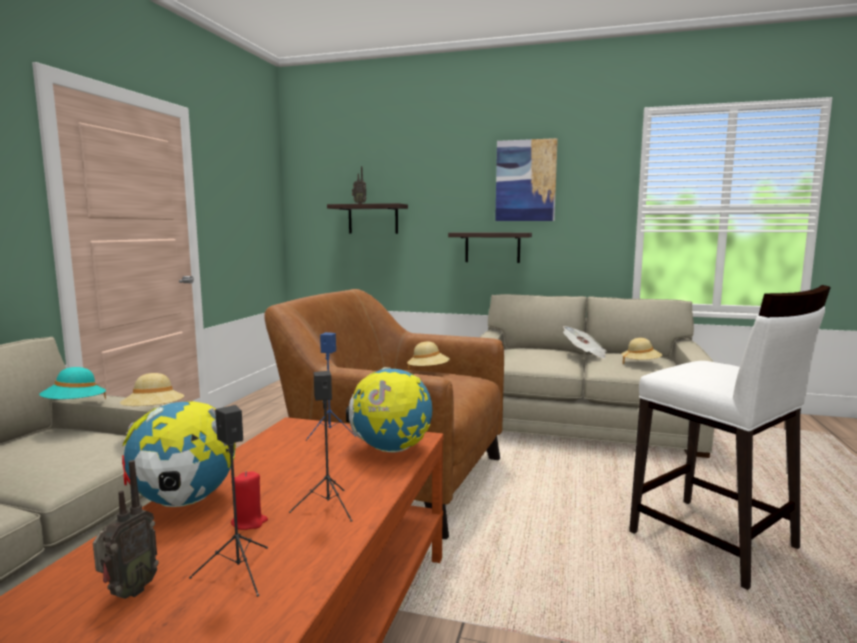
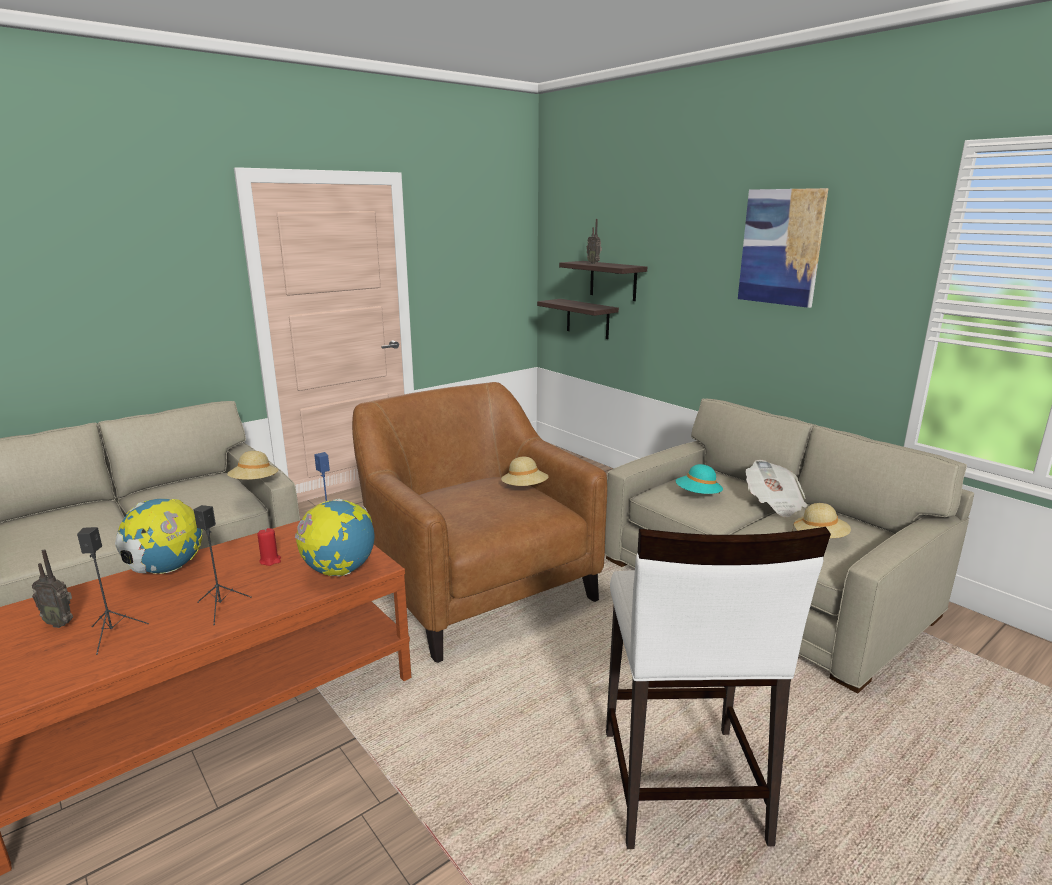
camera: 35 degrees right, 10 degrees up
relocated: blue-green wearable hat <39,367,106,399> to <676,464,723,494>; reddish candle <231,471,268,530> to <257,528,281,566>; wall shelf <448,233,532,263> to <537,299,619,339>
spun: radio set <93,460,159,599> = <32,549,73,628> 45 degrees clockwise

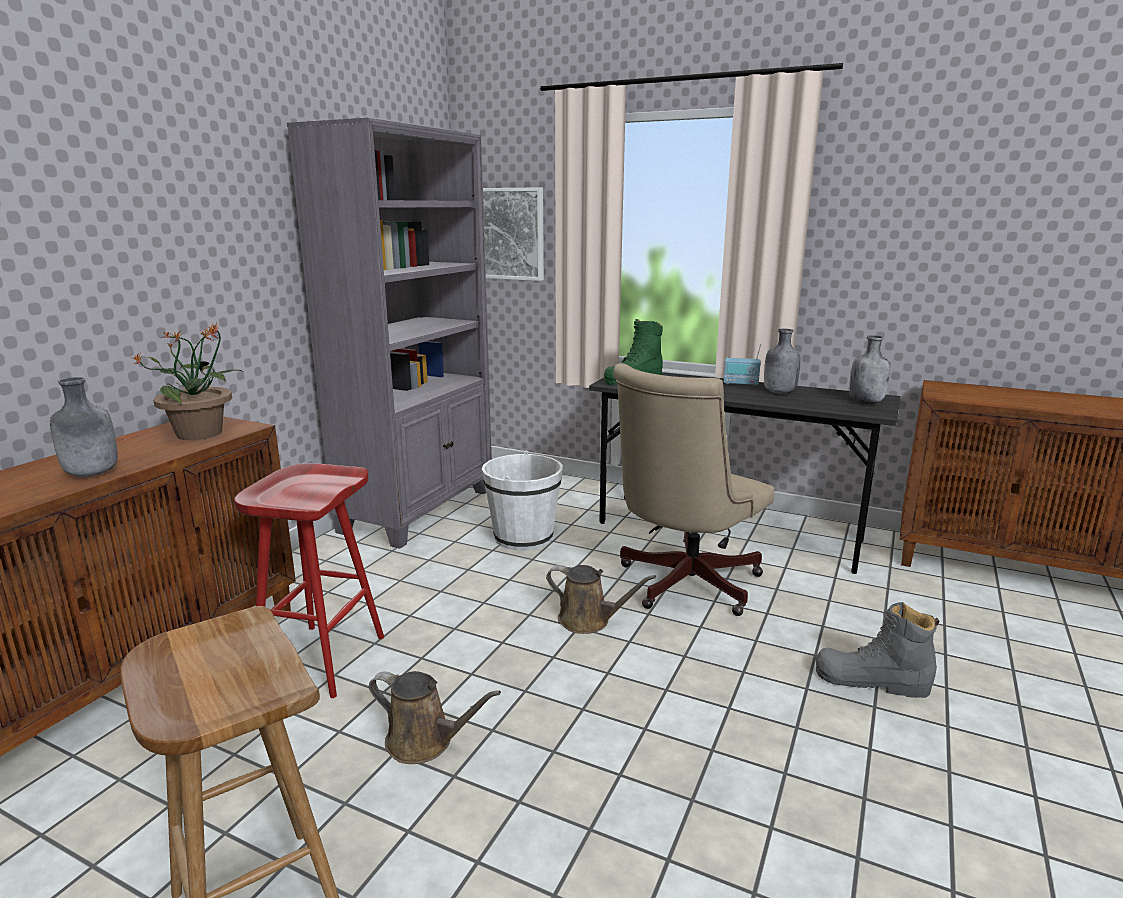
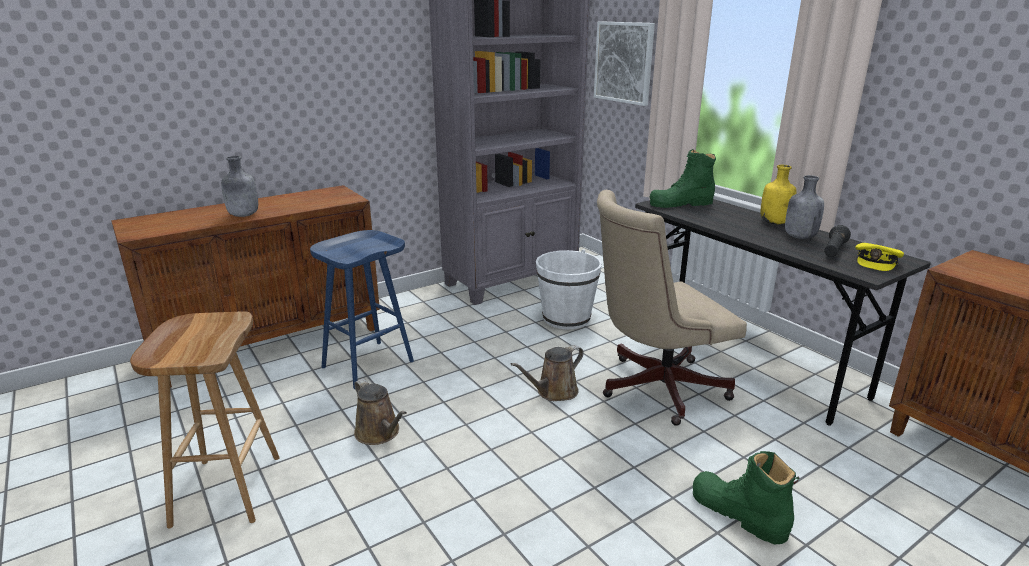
camera: 30 degrees right, 5 degrees up
missing: houseplant <130,323,241,440>
appeared: black-coloured torch <824,225,851,257>
exchanged: radio set <724,344,761,386> to yellowish bottle <761,165,797,224>; greyish bottle <849,335,890,404> to yellowish cap <855,243,904,271>
colour: reddish sitting stool <234,463,384,698> to blue sitting stool <310,230,414,389>; greyish tall boot <816,602,940,698> to green tall boot <693,451,799,544>
spun: brownish watering can <546,565,656,634> = <511,345,584,401> 90 degrees clockwise

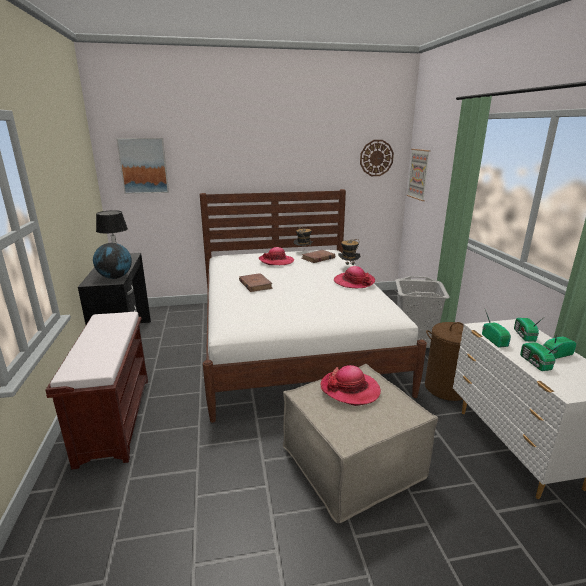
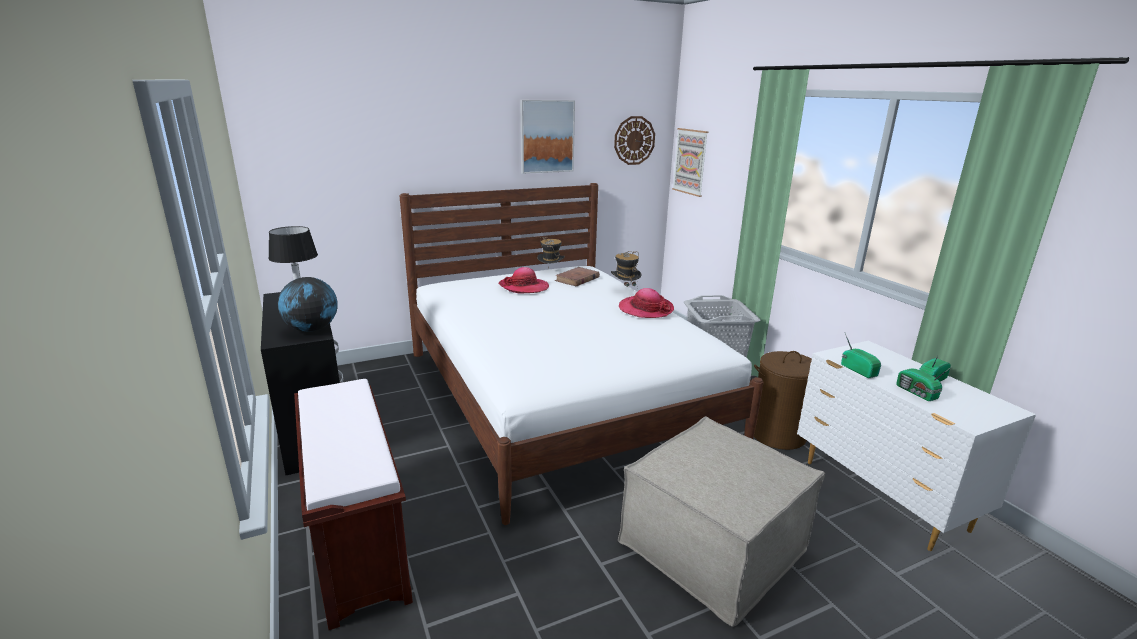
camera: 15 degrees left, 0 degrees up
missing: brownish volume <239,273,273,292>; wearable hat <321,365,381,406>; radio set <514,318,543,342>
relocated: wall picture <116,138,169,194> to <520,100,575,174>

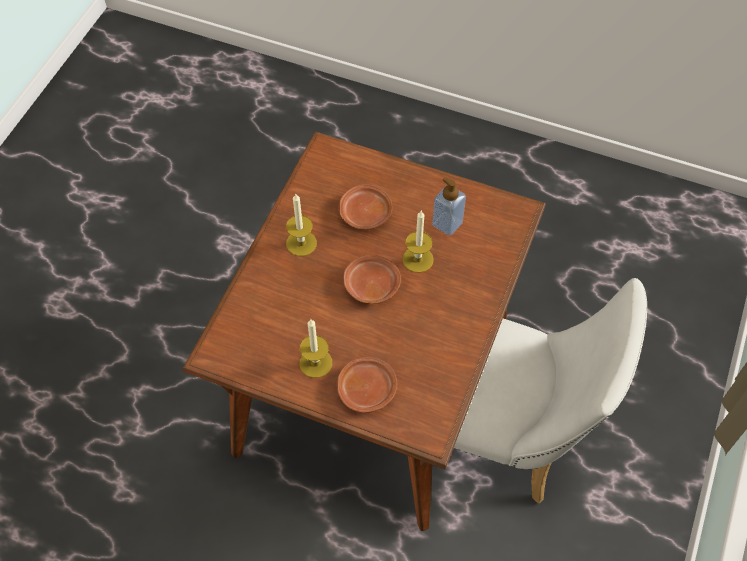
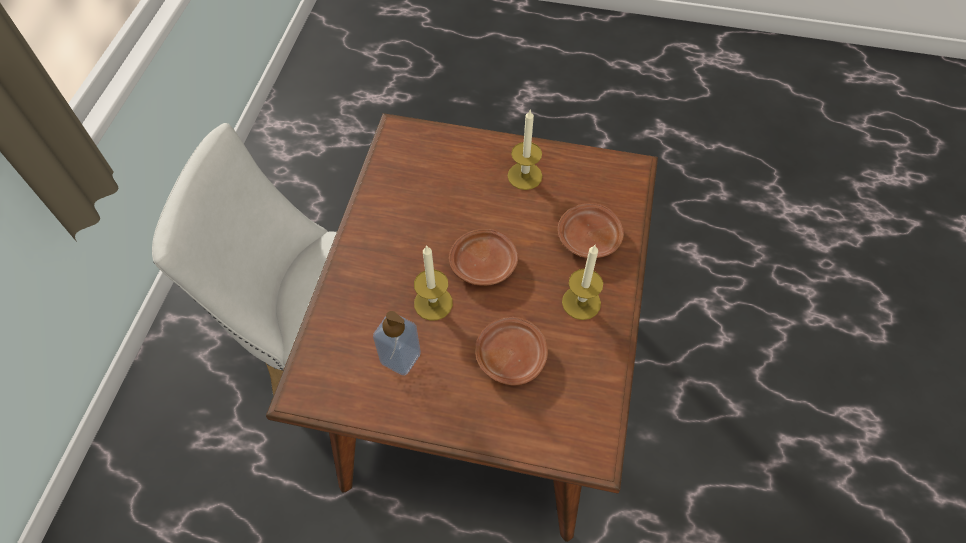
camera: 170 degrees right, 0 degrees up
relocated: brownish flat dish <337,357,397,413> to <558,203,624,258>

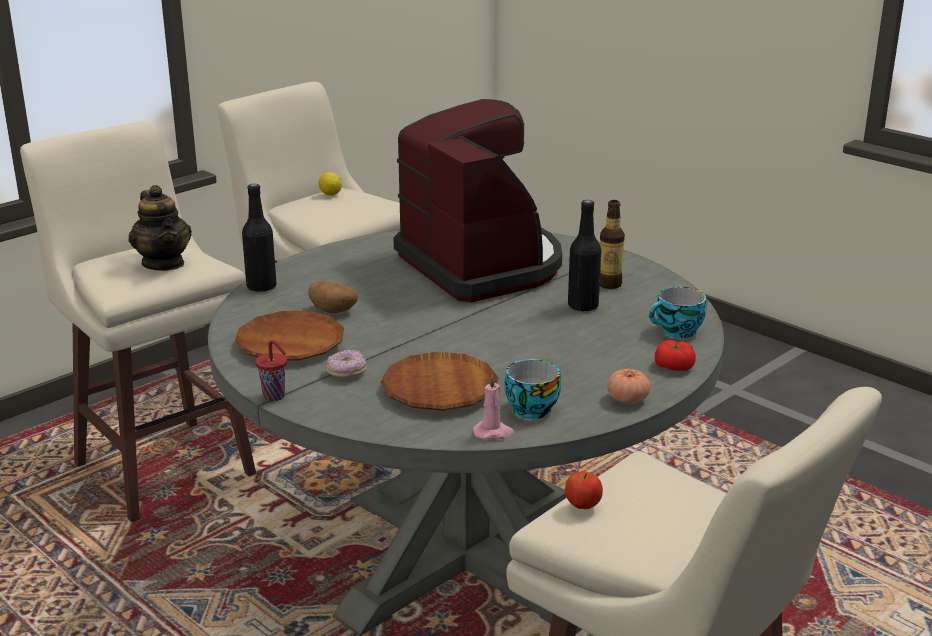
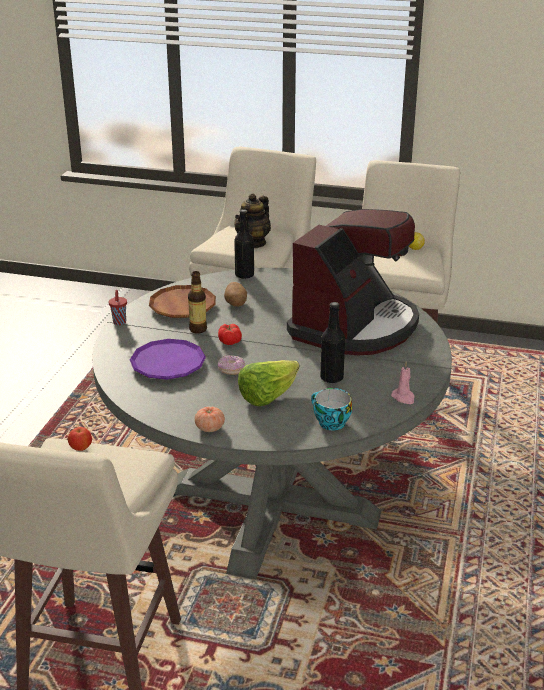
camera: 60 degrees right, 5 degrees up
missing: cup <505,359,561,419>
appeared: lettuce <238,360,299,406>
relocated: donut <326,349,366,378> to <218,355,245,375>; pink candle <473,374,514,439> to <391,361,415,404>; bottle <600,200,625,289> to <188,271,207,334>; fresh tomato <655,340,696,371> to <218,324,242,345>
colour: brownish flat dish <381,352,499,411> to purplish flat dish <130,339,206,380>

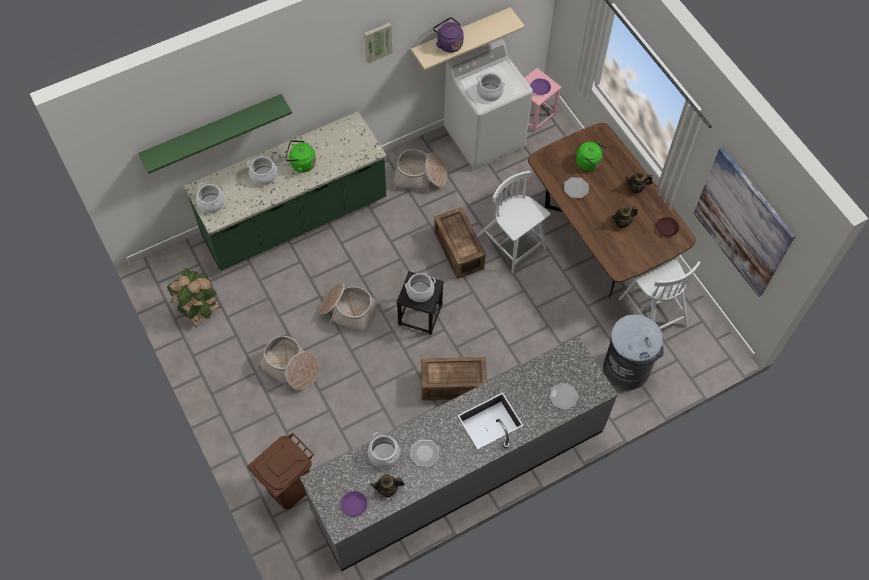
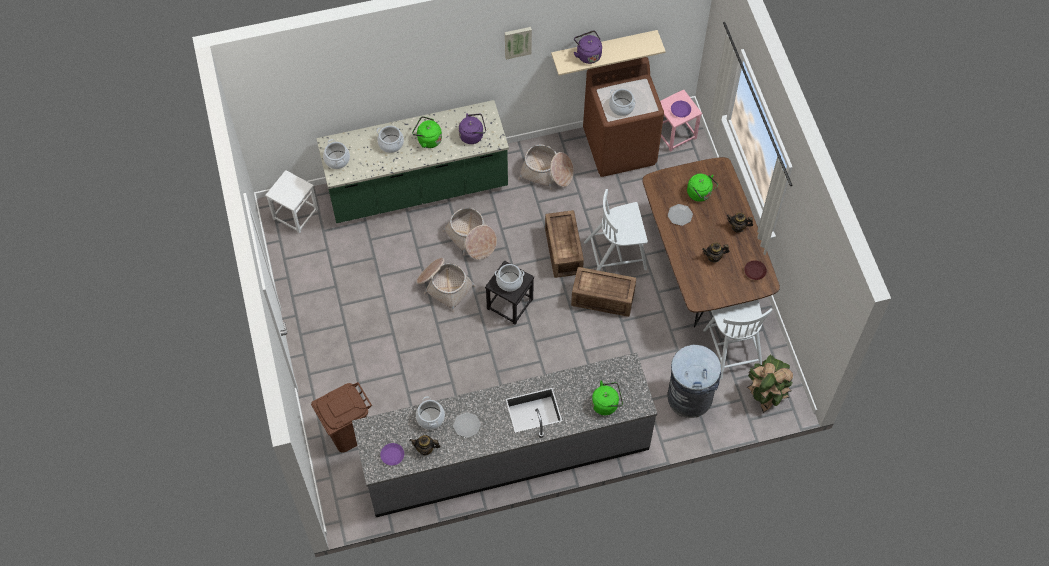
camera: 15 degrees right, 0 degrees up
missing: green wall shelf <138,94,292,174>; wall picture <694,147,796,297>
appeared: white sitting stool <265,170,318,233>; purplish water kettle <459,113,486,144>
relocated: houseplant <167,268,221,327> to <747,355,793,413>; basket <257,336,319,391> to <442,207,497,260>; crate <421,357,487,400> to <571,267,636,317>
exchanged: flat dish <549,383,579,410> to green water kettle <592,381,623,415>
colour: white laundry machine <444,39,533,170> to brownish laundry machine <583,57,664,177>
spun: white upright chair <477,171,550,273> = <584,189,648,271> 75 degrees counterclockwise

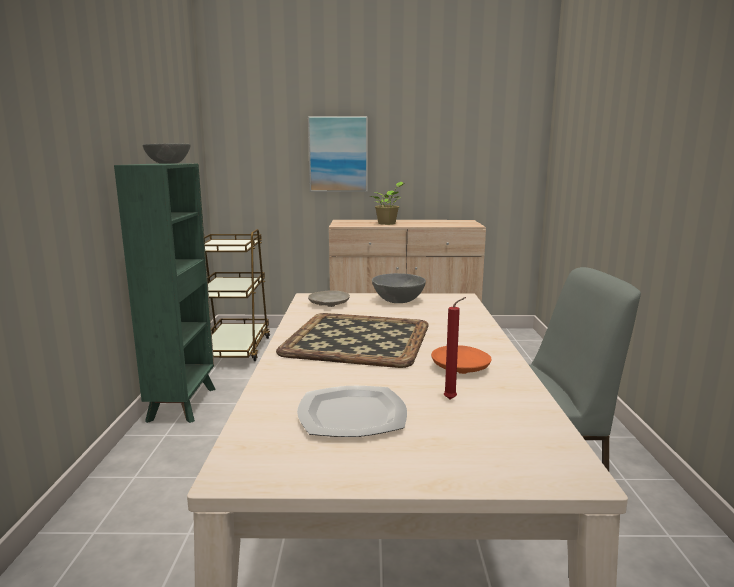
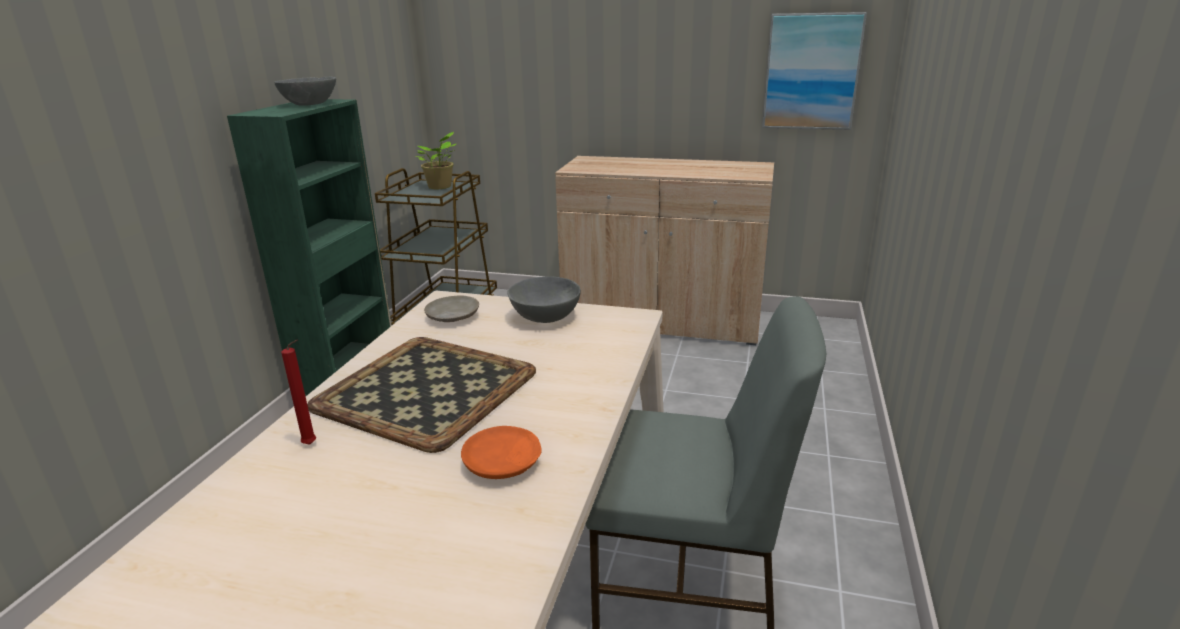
camera: 15 degrees right, 10 degrees up
missing: flat dish <297,386,407,437>
relocated: wall picture <308,116,368,192> to <762,12,867,130>; houseplant <371,182,404,225> to <416,132,456,189>; reddish candle <444,297,466,399> to <281,340,316,445>

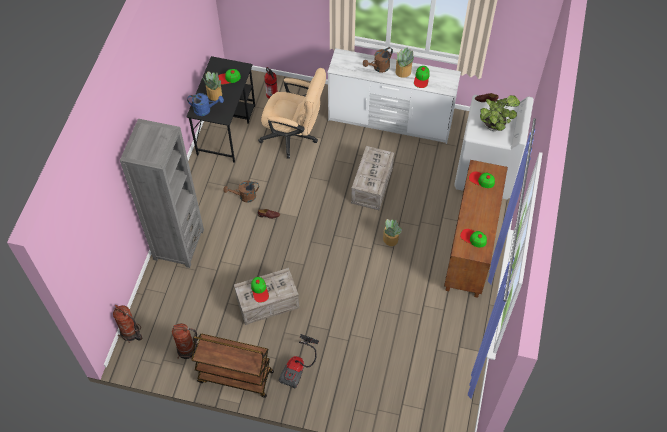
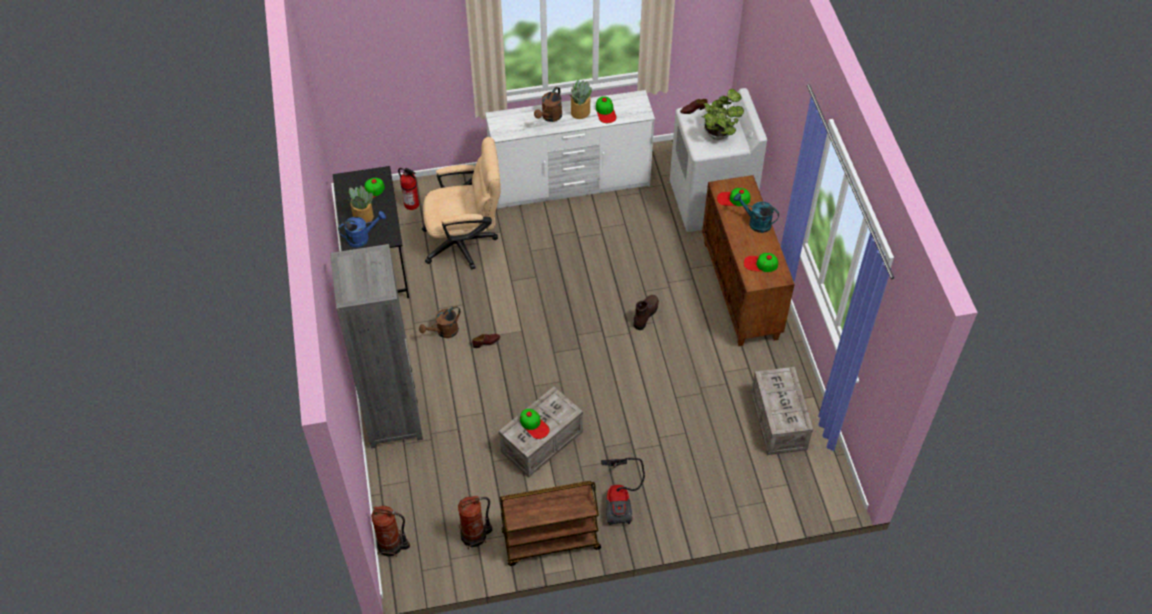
camera: 25 degrees left, 5 degrees down
appeared: blue-green watering can <733,193,779,233>
relocated: crate <351,146,394,210> to <751,367,813,455>
exchanged: houseplant <383,219,402,246> to brownish tall boot <633,295,659,330>

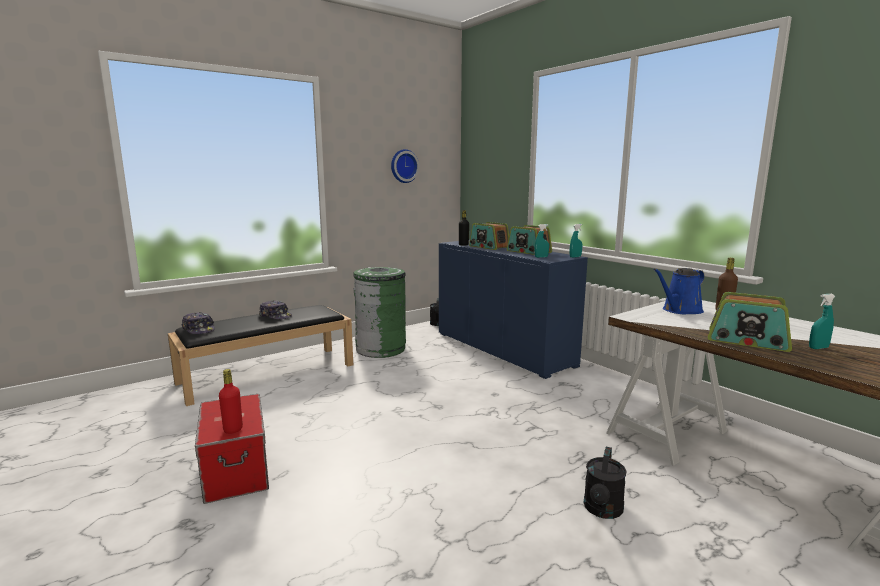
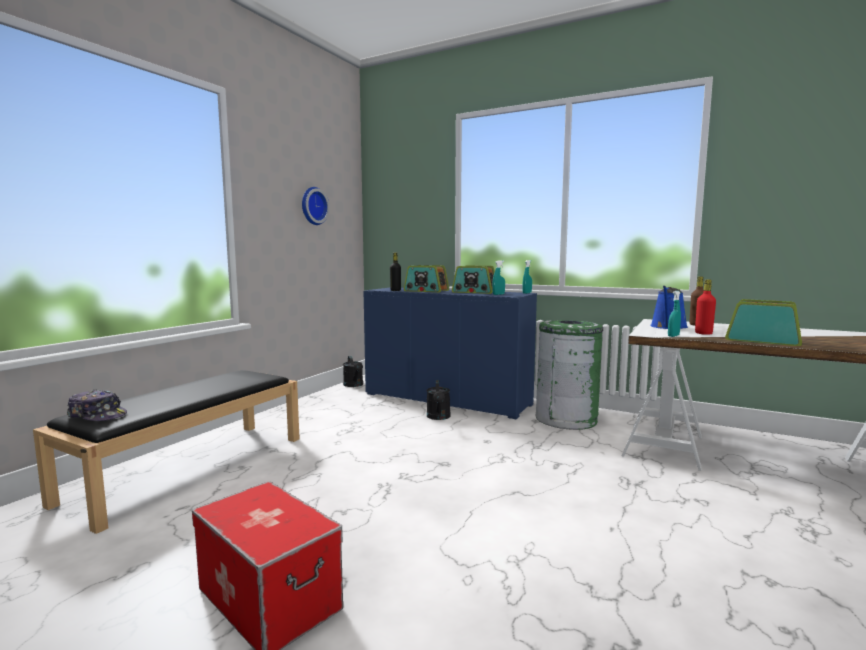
camera: 25 degrees left, 5 degrees down
missing: cap <259,300,292,319>
relocated: reddish bottle <219,369,243,434> to <695,279,716,335>; green waste bin <354,267,406,358> to <536,320,603,430>; black-coloured watering can <583,447,627,519> to <427,380,451,420>; blue-green hand sprayer <809,294,836,349> to <668,291,681,337>
spun: radio set <708,292,792,352> = <725,299,802,346> 150 degrees counterclockwise

